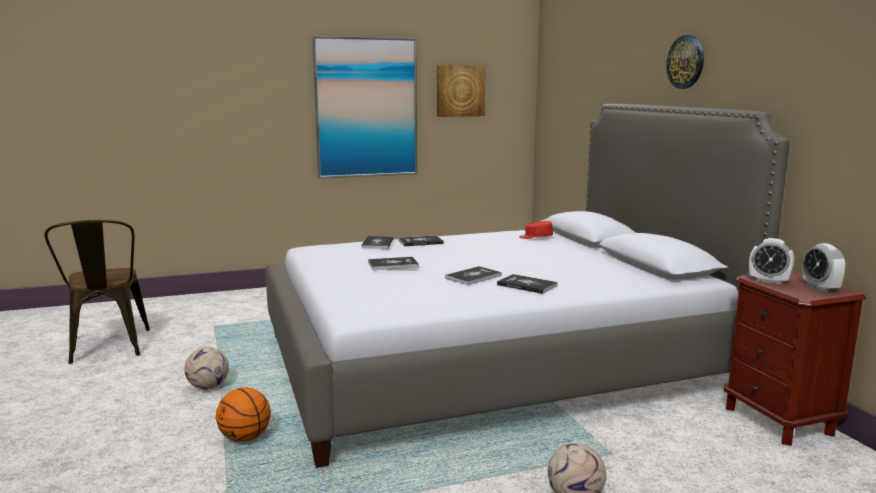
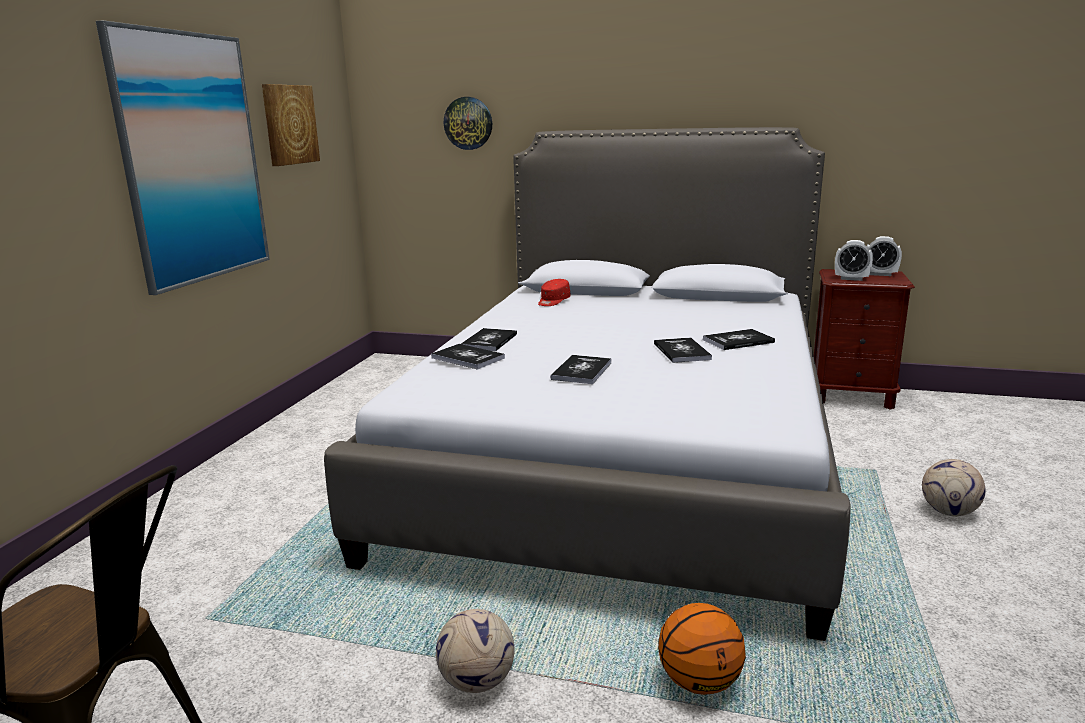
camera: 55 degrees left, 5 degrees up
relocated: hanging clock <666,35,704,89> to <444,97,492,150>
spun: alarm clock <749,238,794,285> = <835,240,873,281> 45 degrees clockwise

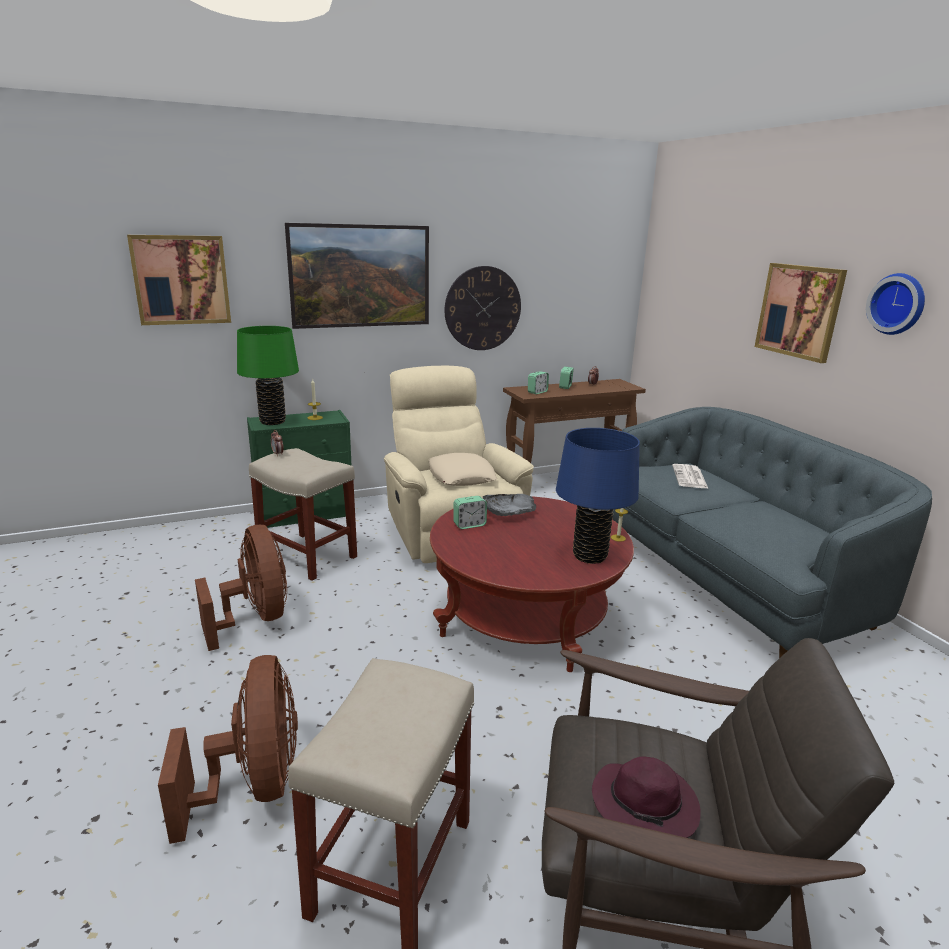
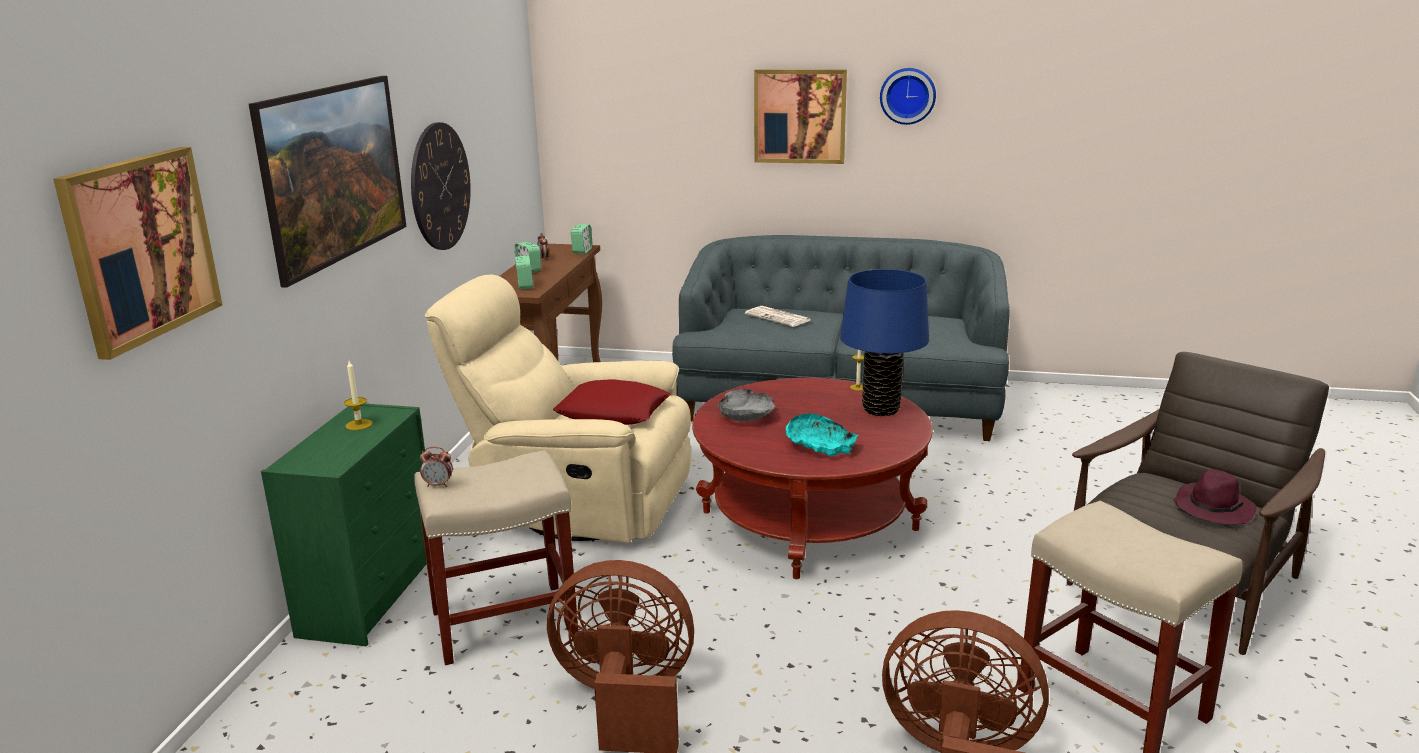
camera: 55 degrees left, 0 degrees up
missing: green tabletop lamp <237,326,299,425>
appeared: blue-green serving bowl <786,413,859,456>
relocated: alarm clock <453,496,487,529> to <571,224,593,254>
colour: beige-coloured throw pillow <429,453,497,486> to reddish throw pillow <553,379,671,425>

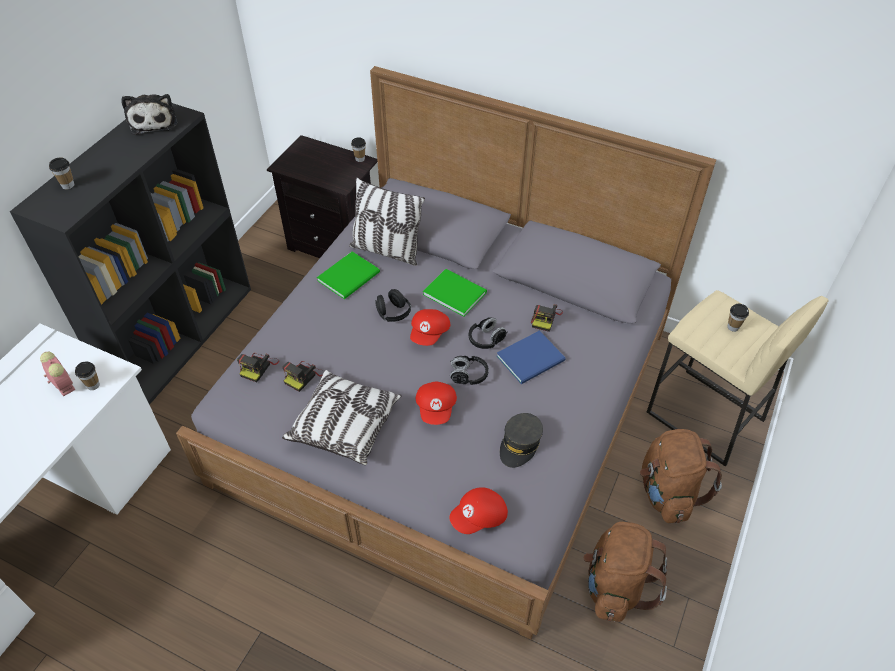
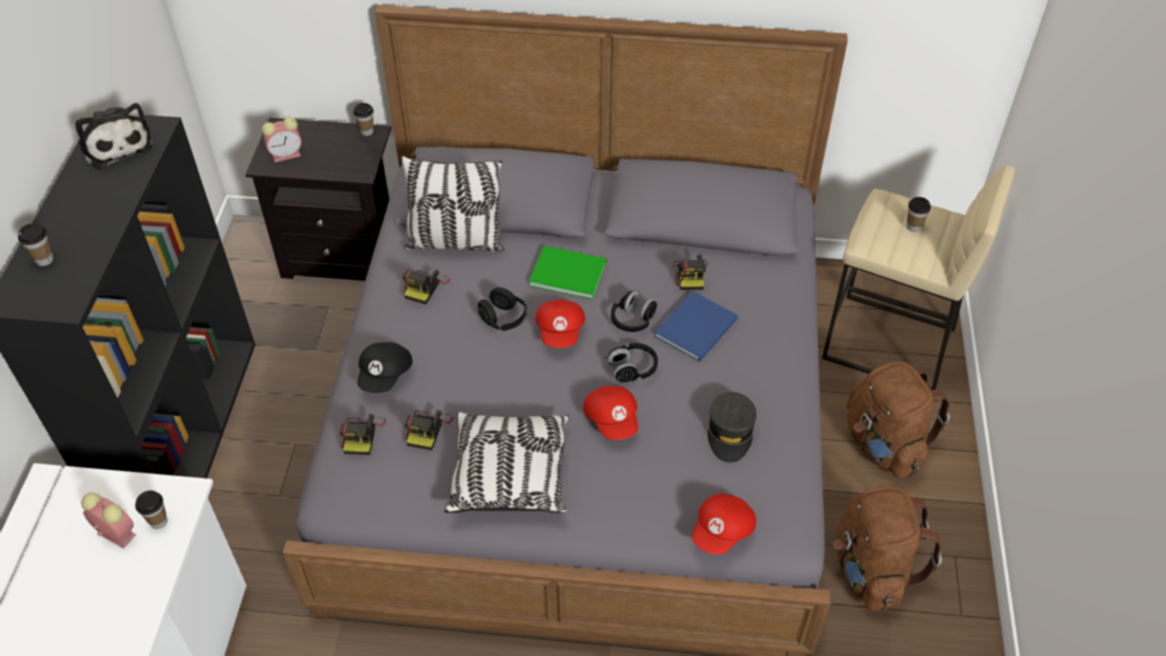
camera: 20 degrees left, 0 degrees up
appeared: alarm clock <262,118,302,162>; black-coloured cap <357,342,413,393>
exchanged: green volume <317,252,380,299> to photo camera <403,269,450,304>

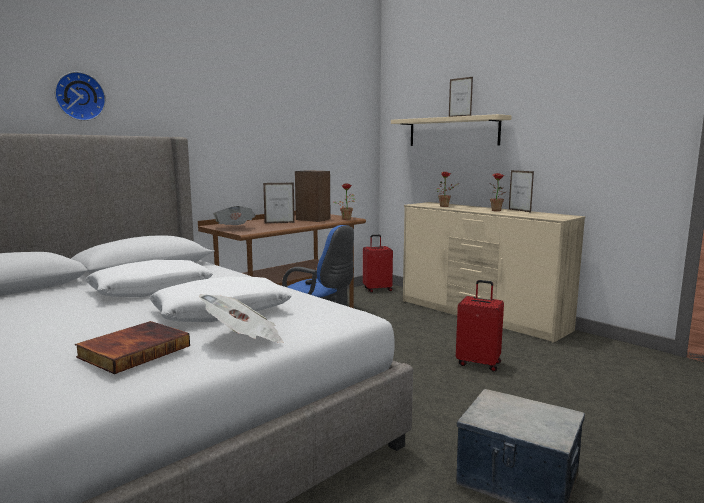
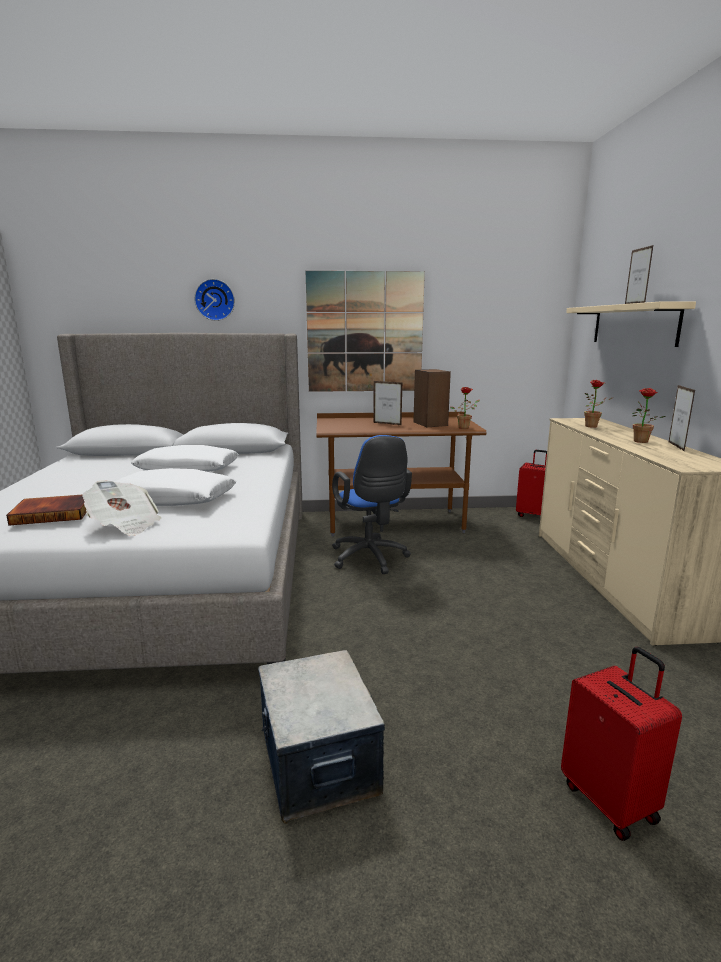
camera: 40 degrees right, 5 degrees up
missing: newspaper <213,206,256,225>
appeared: wall picture <306,271,425,392>
relocated: reddish travel case <456,280,504,372> to <561,647,682,841>

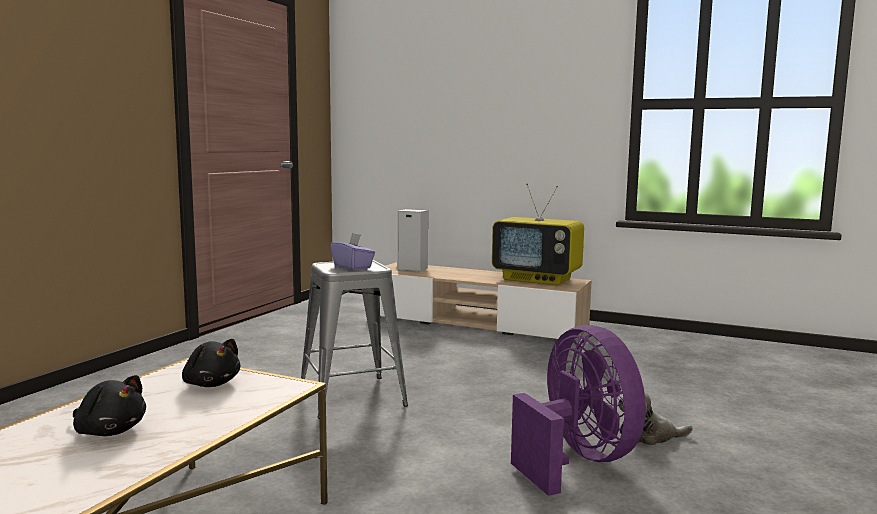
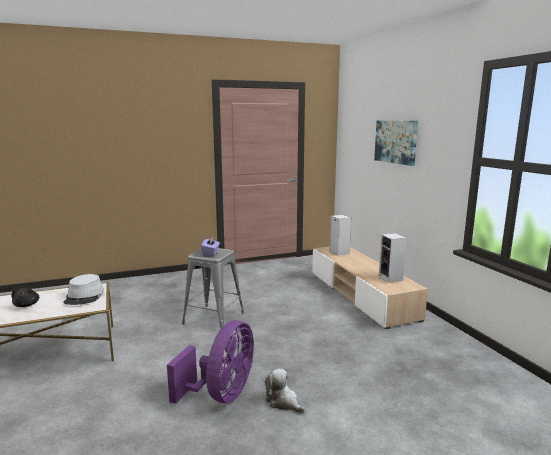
camera: 45 degrees right, 5 degrees up
appeared: wall picture <374,120,418,166>
exchanged: black-coloured plush toy <182,339,240,387> to greyish wearable hat <63,274,104,305>; television <492,184,584,285> to audio speaker <379,233,406,283>

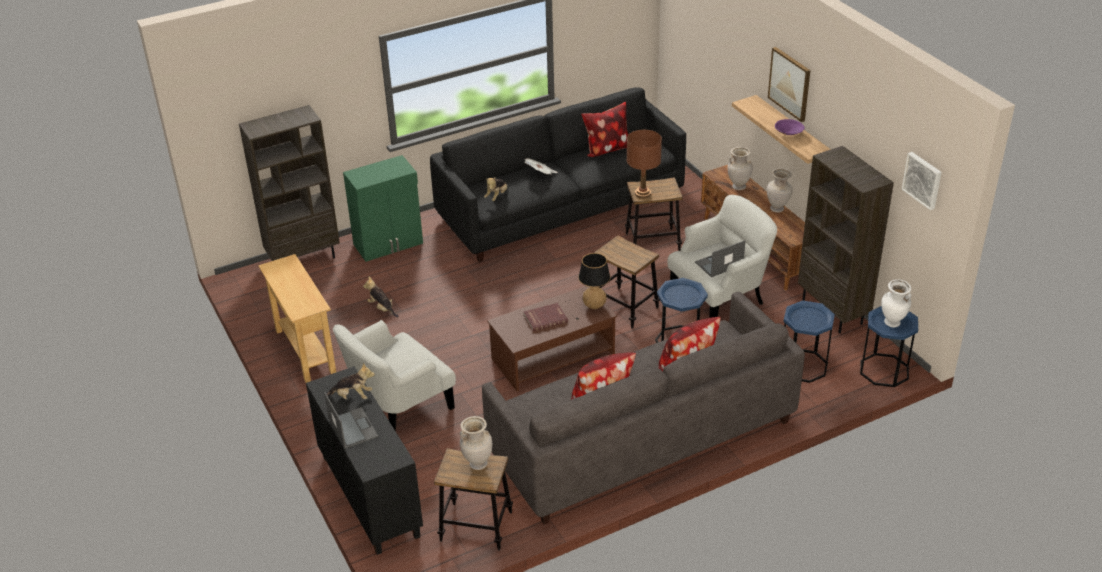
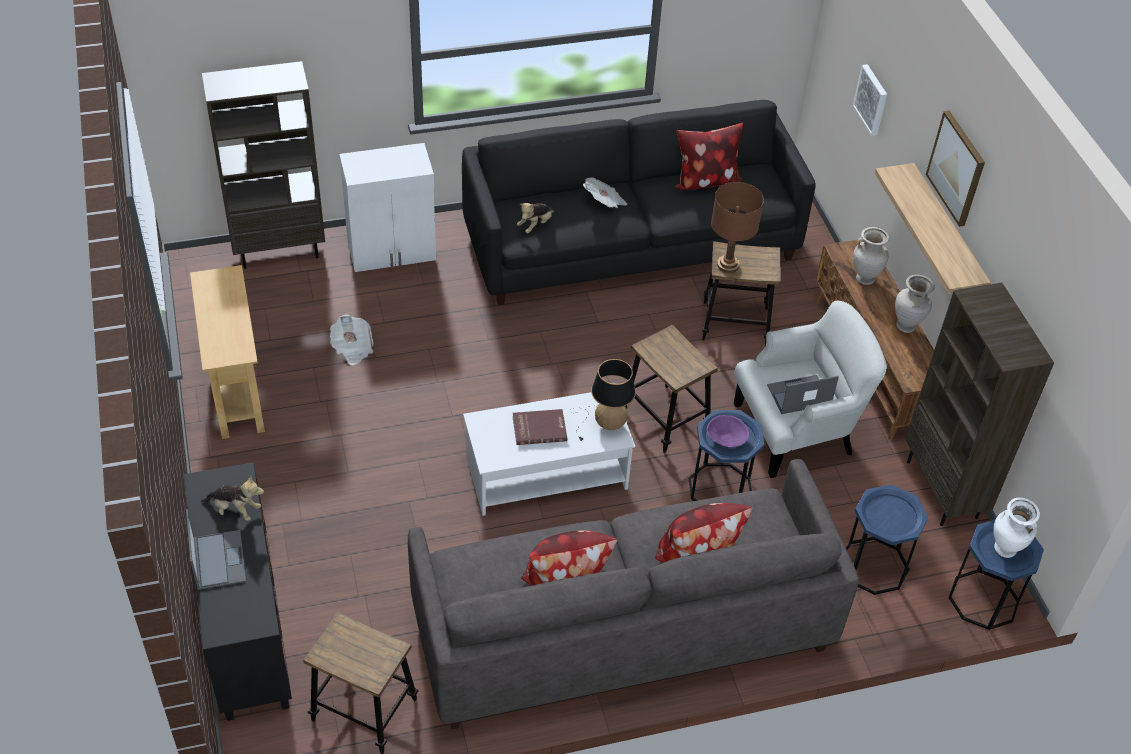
camera: 10 degrees right, 10 degrees up
missing: white easy chair <333,320,456,431>; beige-coloured decorative vase <460,416,492,470>
relocated: purplish serving bowl <775,119,805,135> to <706,415,749,447>; wall picture <902,152,942,210> to <853,64,887,136>
exchanged: plush toy <363,276,399,318> to newspaper <330,314,374,365>
colour: green storage cabinet <343,155,423,262> to white storage cabinet <339,143,436,272>; brownish lounge table <487,286,617,391> to white lounge table <463,392,635,516>

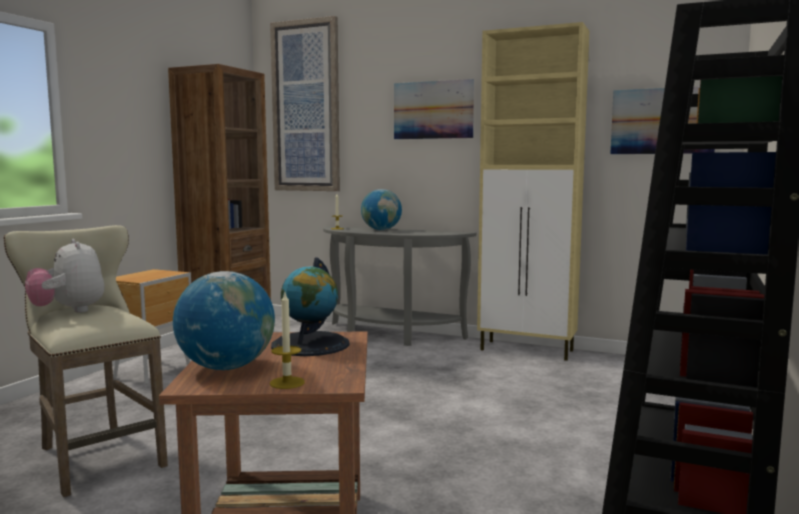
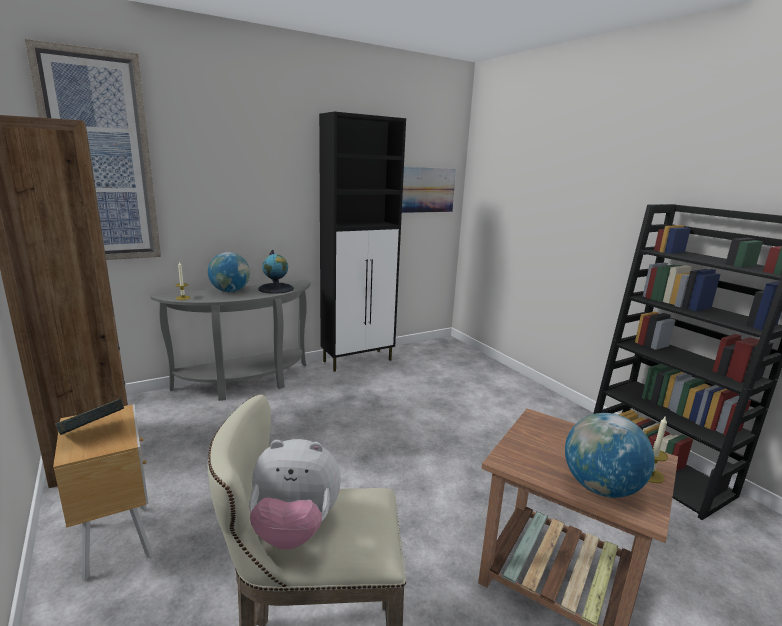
camera: 55 degrees left, 10 degrees up
missing: wall picture <394,79,474,139>
appeared: volume <56,399,124,435>
relocated: globe <271,257,350,356> to <258,250,294,294>
colour: beige-coloured storage cabinet <477,22,589,361> to black-coloured storage cabinet <319,112,406,372>

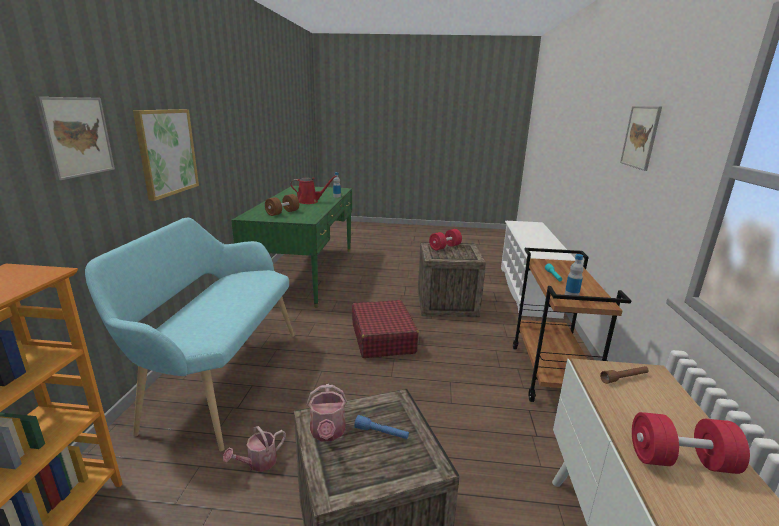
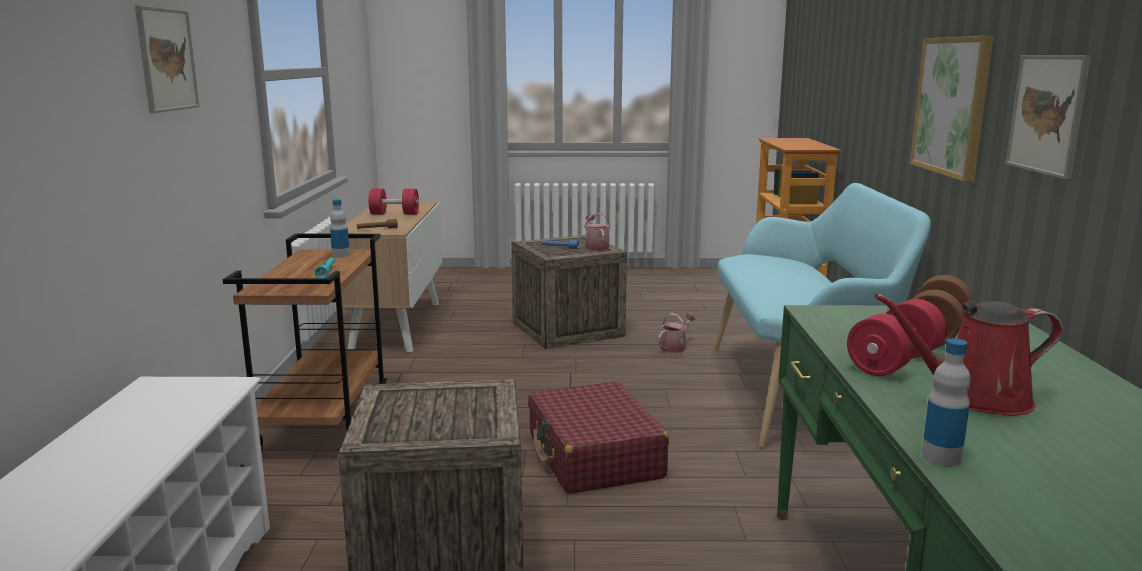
camera: 175 degrees right, 5 degrees down
relocated: wall picture <36,97,115,181> to <1005,55,1091,179>; reddish dumbbell <429,229,462,250> to <847,299,947,376>

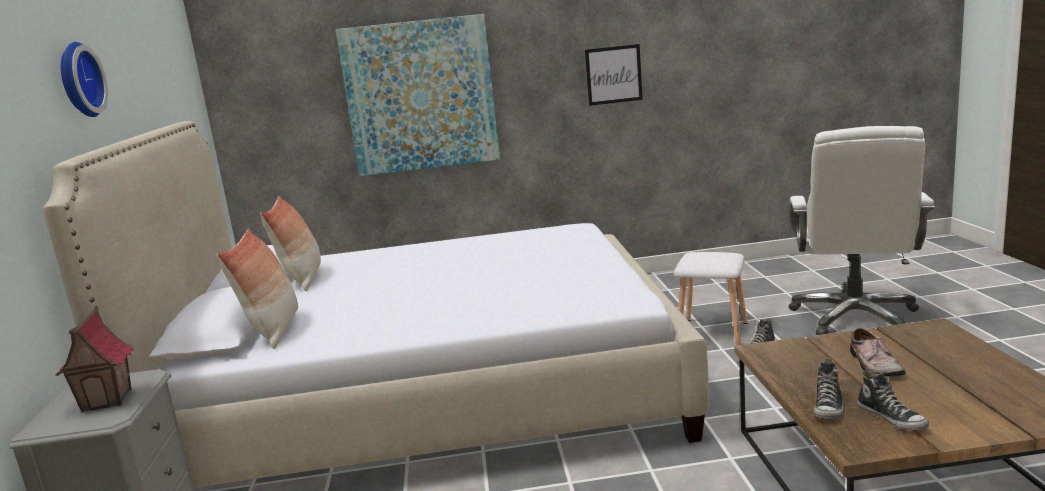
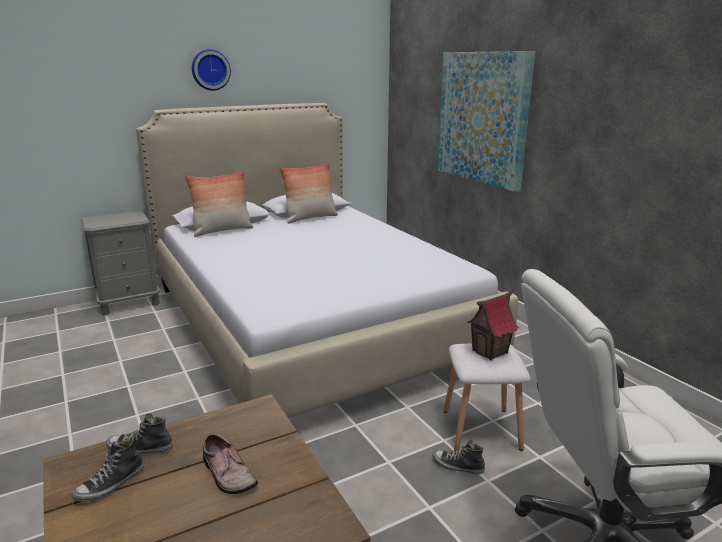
camera: 65 degrees right, 5 degrees up
missing: wall picture <585,44,643,106>
relocated: model house <56,305,134,412> to <467,291,519,360>
spun: item of footwear <850,328,906,377> = <203,434,258,494> 105 degrees counterclockwise

